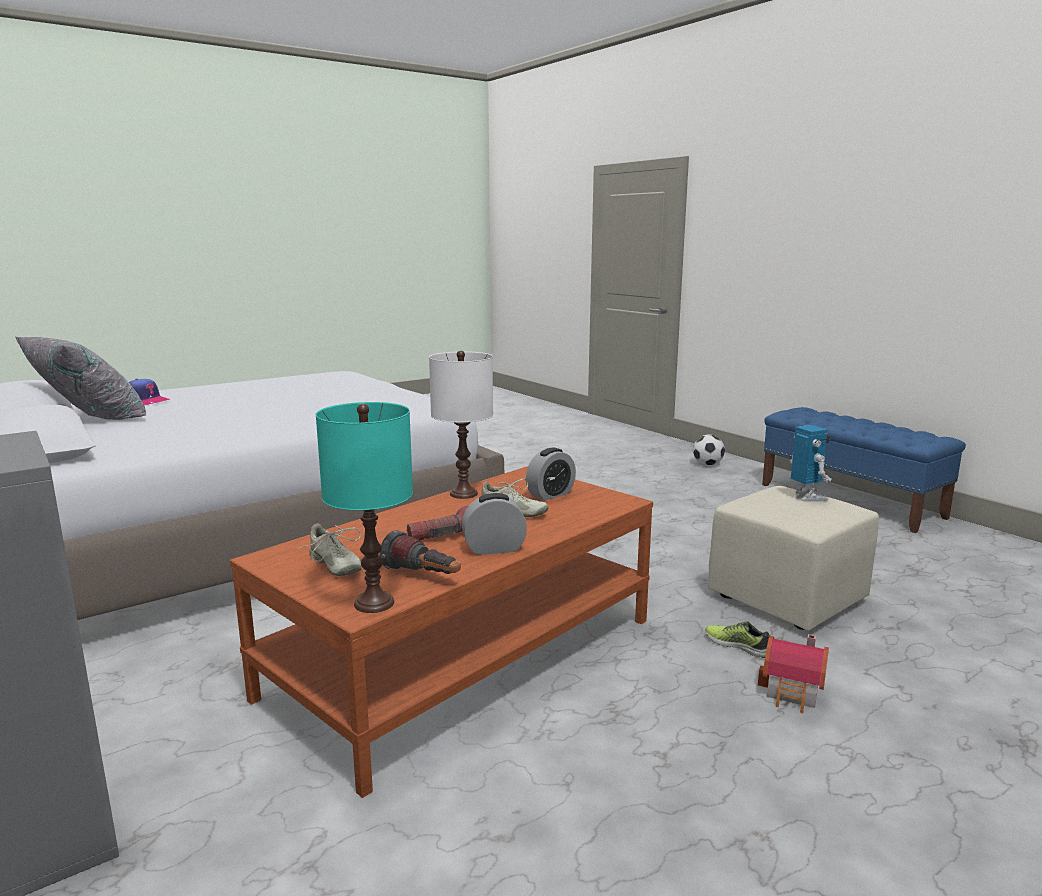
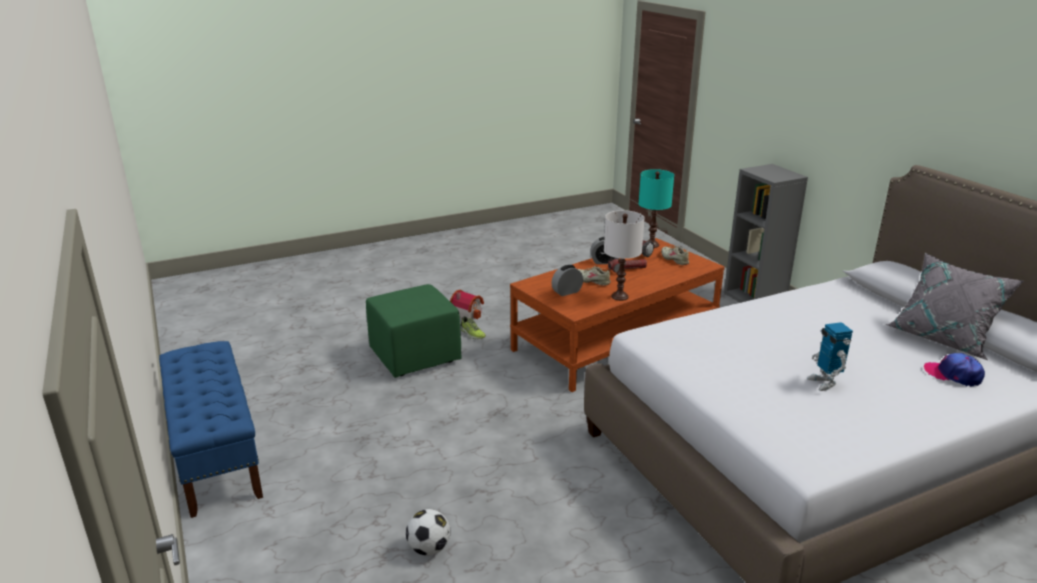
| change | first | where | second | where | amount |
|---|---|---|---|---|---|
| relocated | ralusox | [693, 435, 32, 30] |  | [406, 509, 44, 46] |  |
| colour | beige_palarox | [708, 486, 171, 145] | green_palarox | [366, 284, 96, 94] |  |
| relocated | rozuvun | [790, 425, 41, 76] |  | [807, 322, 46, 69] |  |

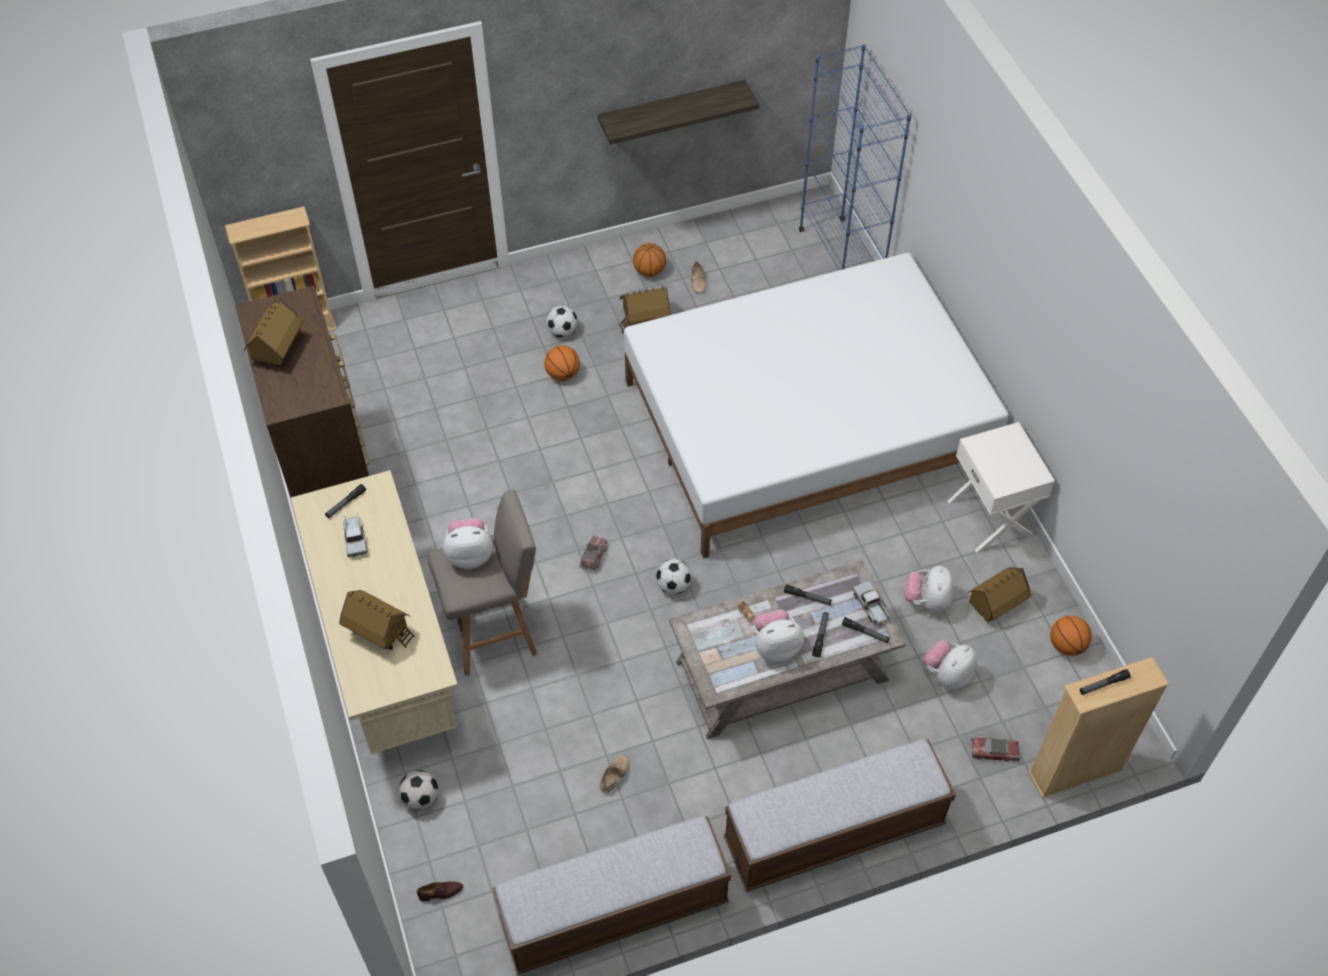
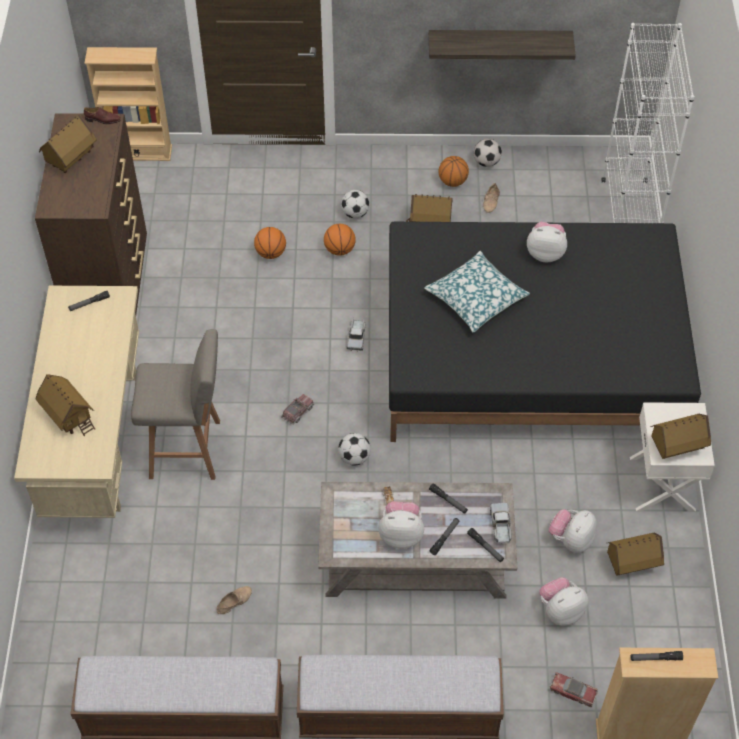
| change | first | where | second | where | amount |
|---|---|---|---|---|---|
| relocated | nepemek | [343, 514, 25, 44] |  | [347, 318, 18, 33] |  |
| relocated | ralusox | [399, 770, 39, 40] |  | [474, 139, 28, 28] |  |
| relocated | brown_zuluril | [417, 882, 46, 19] |  | [84, 107, 37, 17] |  |
| relocated | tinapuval | [443, 518, 50, 51] |  | [527, 222, 40, 40] |  |
| colour | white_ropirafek | [624, 253, 385, 306] | black_ropirafek | [389, 222, 312, 220] |  |
| colour | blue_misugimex | [799, 44, 113, 226] | white_misugimex | [601, 23, 93, 200] |  |
| relocated | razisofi | [1050, 616, 42, 40] |  | [254, 227, 32, 32] |  |
| appeared |  |  | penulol | [424, 251, 106, 82] |  |
| appeared |  |  | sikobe | [650, 414, 61, 45] |  |

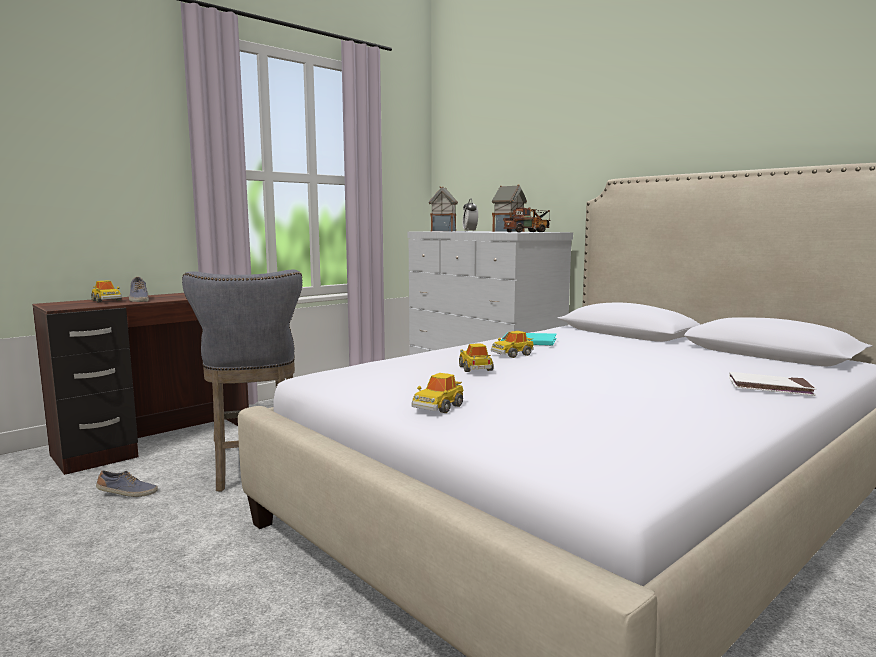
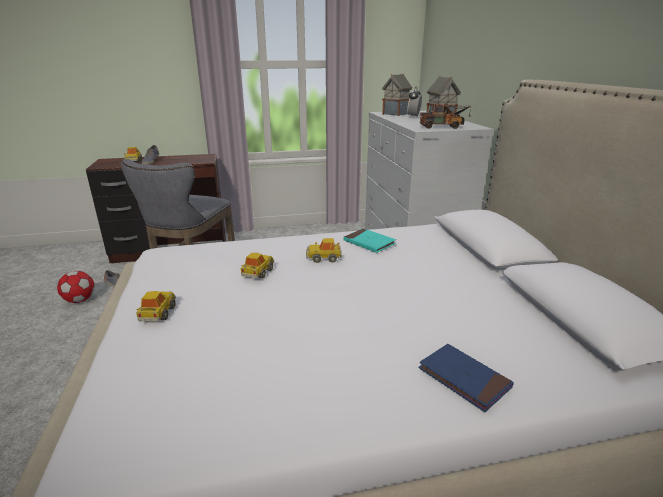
| change | first | where | second | where | amount |
|---|---|---|---|---|---|
| spun | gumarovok | [412, 373, 51, 40] |  | [136, 291, 40, 31] | 120 degrees clockwise |
| colour | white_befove | [729, 372, 87, 24] | blue_befove | [419, 344, 95, 68] |  |
| appeared |  |  | ralusox | [57, 271, 37, 32] |  |

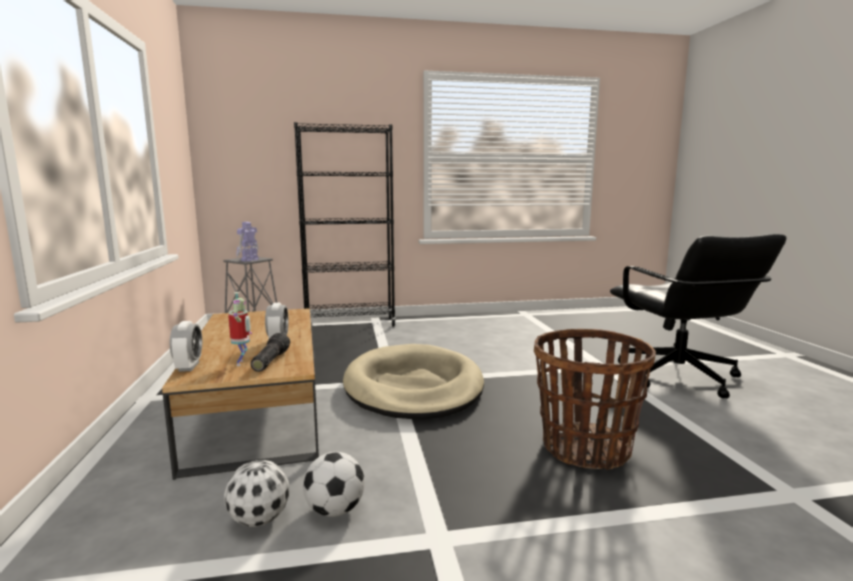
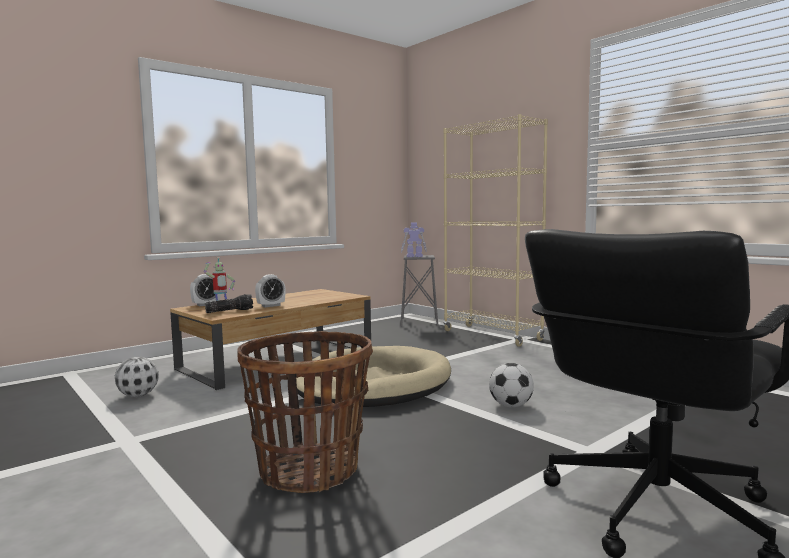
| change | first | where | second | where | amount |
|---|---|---|---|---|---|
| colour | black_misugimex | [294, 122, 102, 205] | beige_misugimex | [443, 114, 105, 233] |  |
| relocated | ralusox | [303, 452, 62, 65] |  | [489, 363, 45, 44] |  |

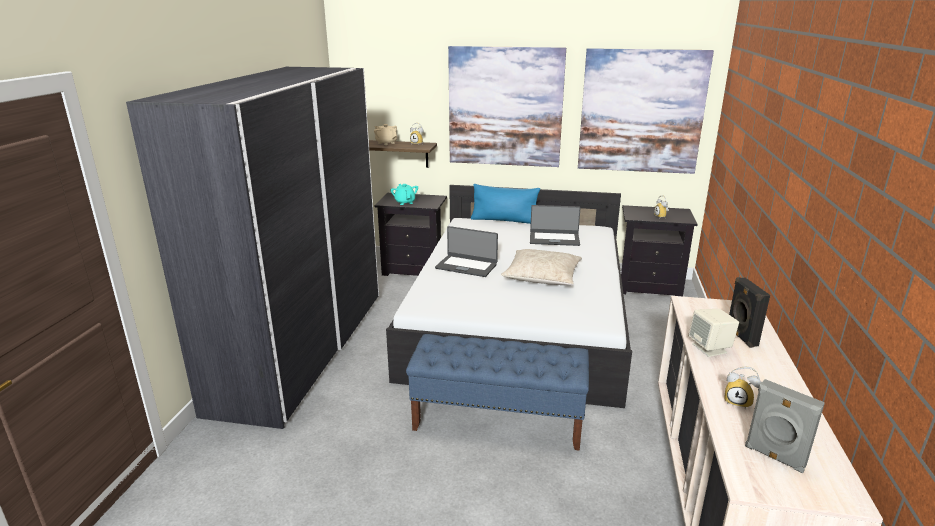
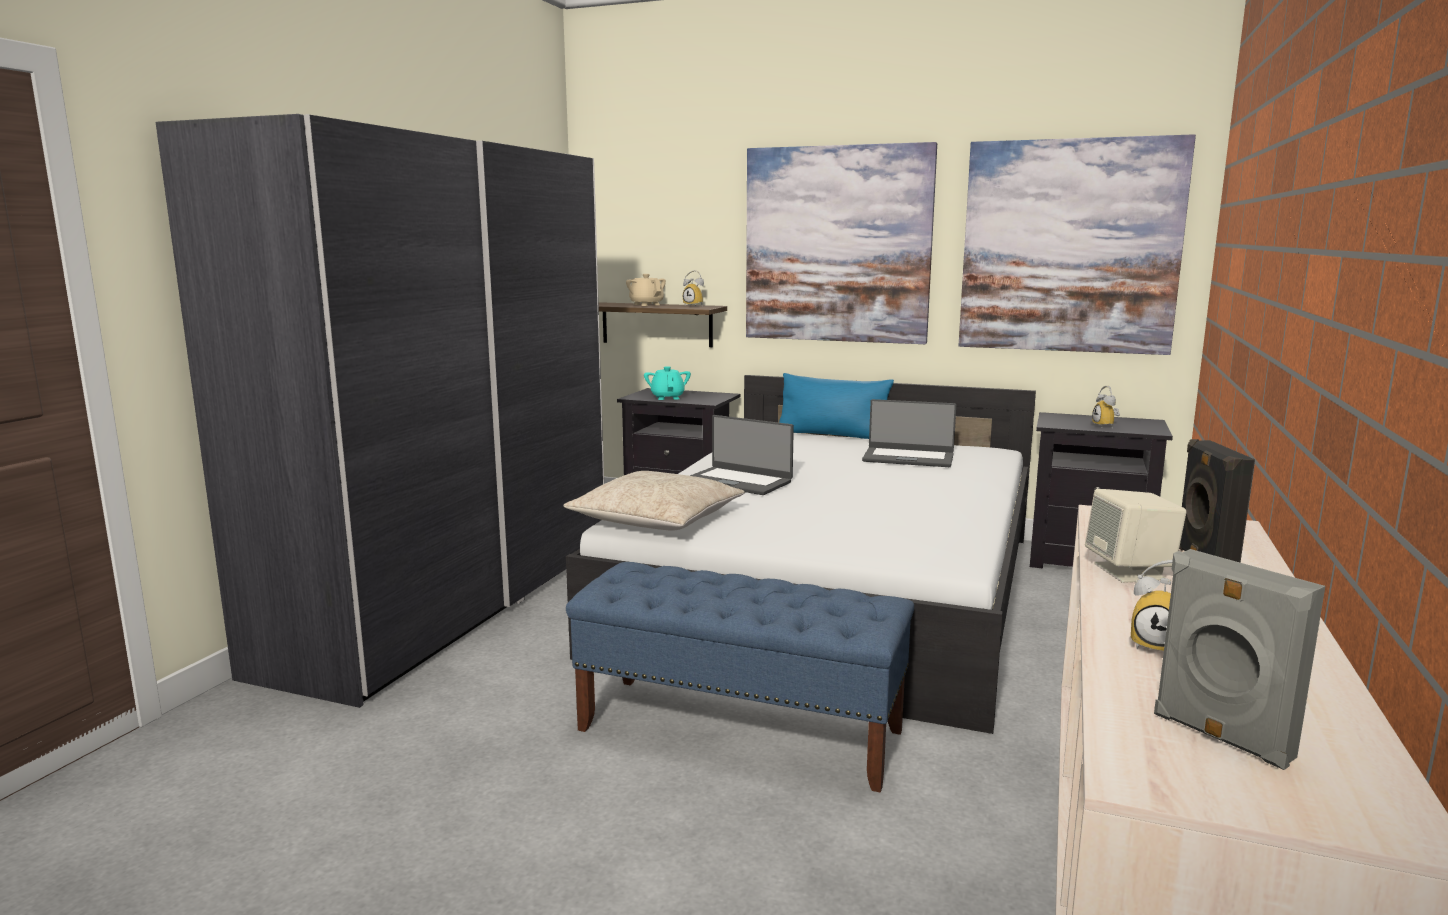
| change | first | where | second | where | amount |
|---|---|---|---|---|---|
| relocated | beige_penulol | [501, 249, 81, 36] |  | [563, 471, 182, 60] |  |

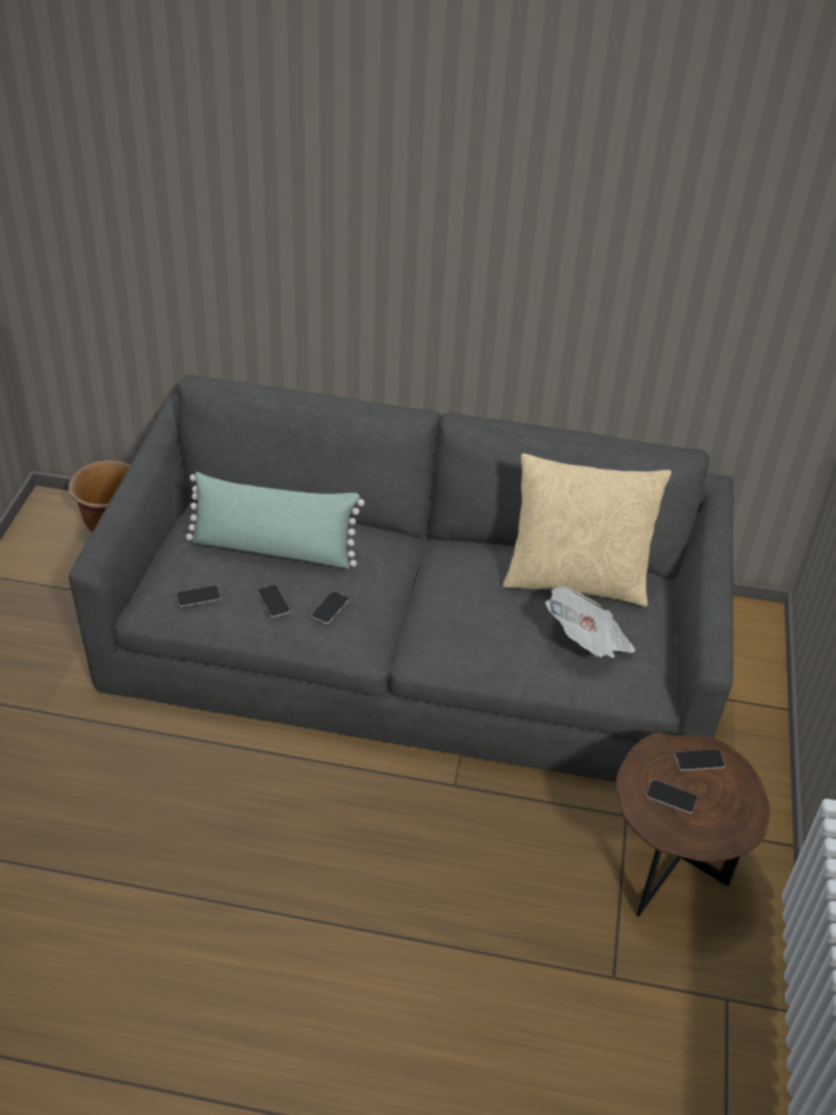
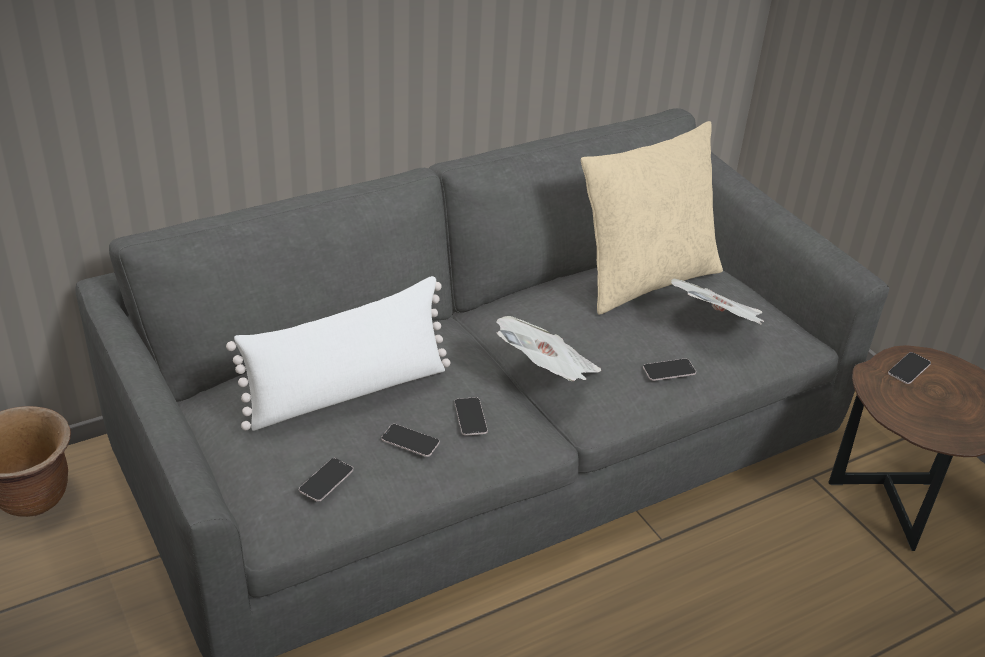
| change | first | where | second | where | amount |
|---|---|---|---|---|---|
| colour | green_penulol | [186, 472, 179, 97] | white_penulol | [226, 276, 224, 155] |  |
| relocated | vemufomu | [646, 780, 52, 33] |  | [643, 359, 53, 22] |  |
| appeared |  |  | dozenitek | [497, 316, 104, 66] |  |

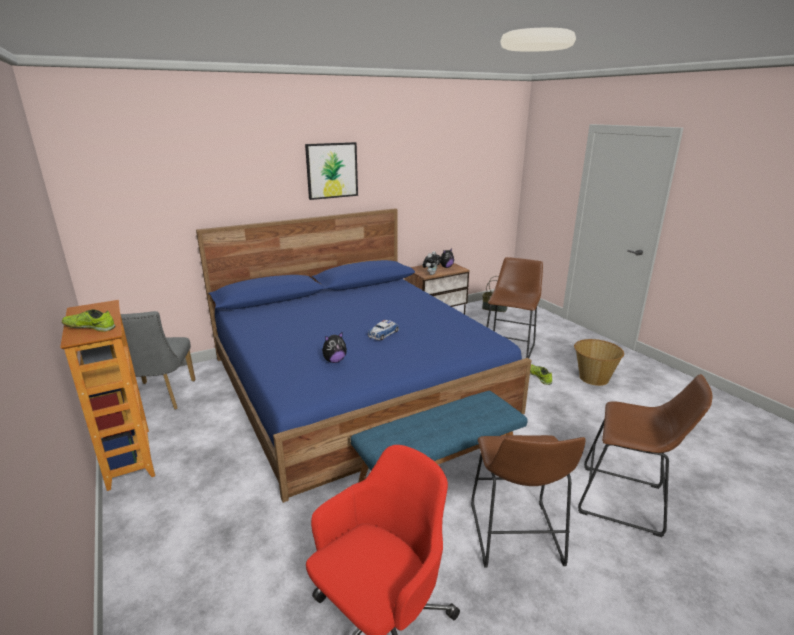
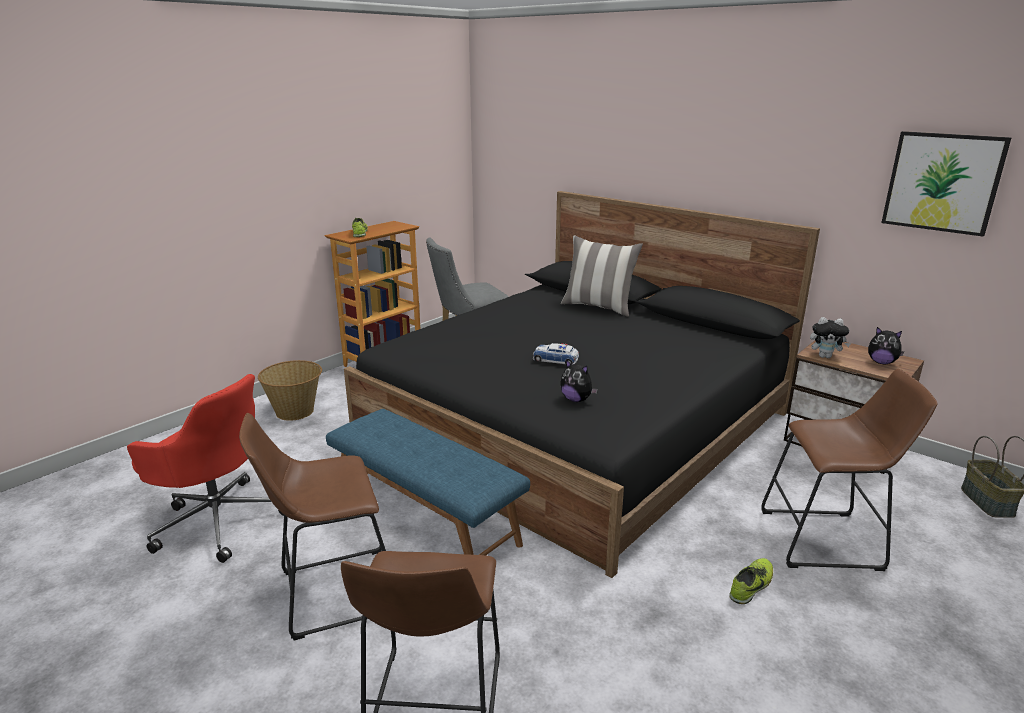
| change | first | where | second | where | amount |
|---|---|---|---|---|---|
| colour | blue_ropirafek | [196, 208, 335, 295] | black_ropirafek | [344, 191, 476, 387] |  |
| relocated | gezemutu | [305, 142, 53, 58] |  | [881, 131, 131, 105] |  |
| relocated | tinapuval | [322, 332, 25, 31] |  | [560, 360, 38, 42] |  |
| relocated | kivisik | [574, 339, 50, 47] |  | [258, 360, 64, 61] |  |
| appeared |  |  | penulol | [561, 235, 82, 82] |  |

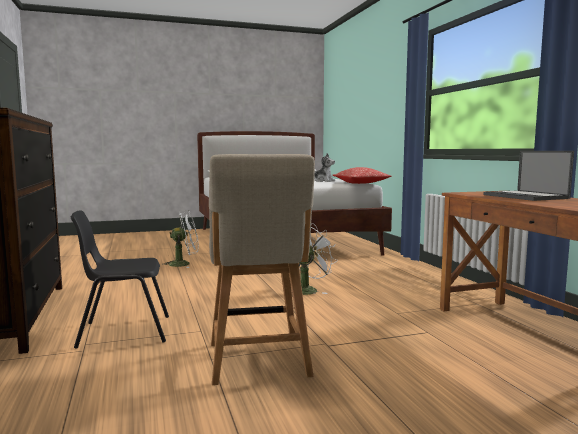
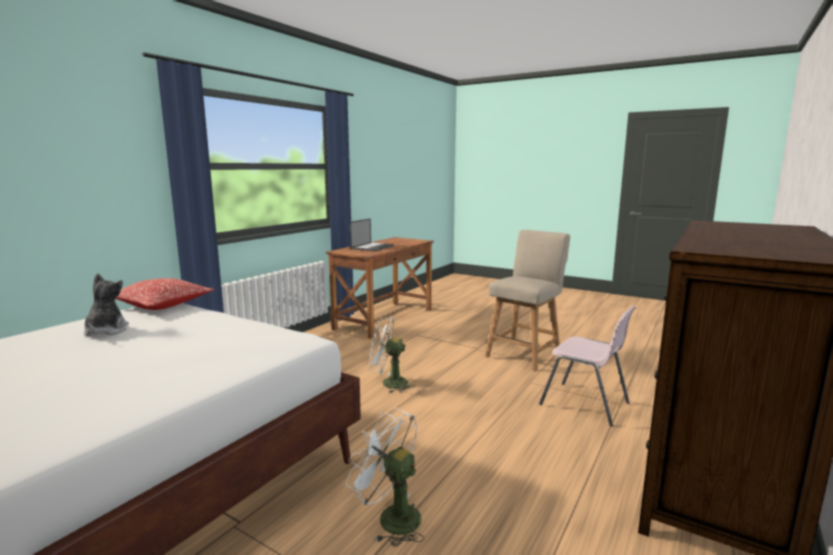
| change | first | where | second | where | amount |
|---|---|---|---|---|---|
| colour | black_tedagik | [71, 210, 98, 139] | pink_tedagik | [539, 306, 97, 120] |  |

